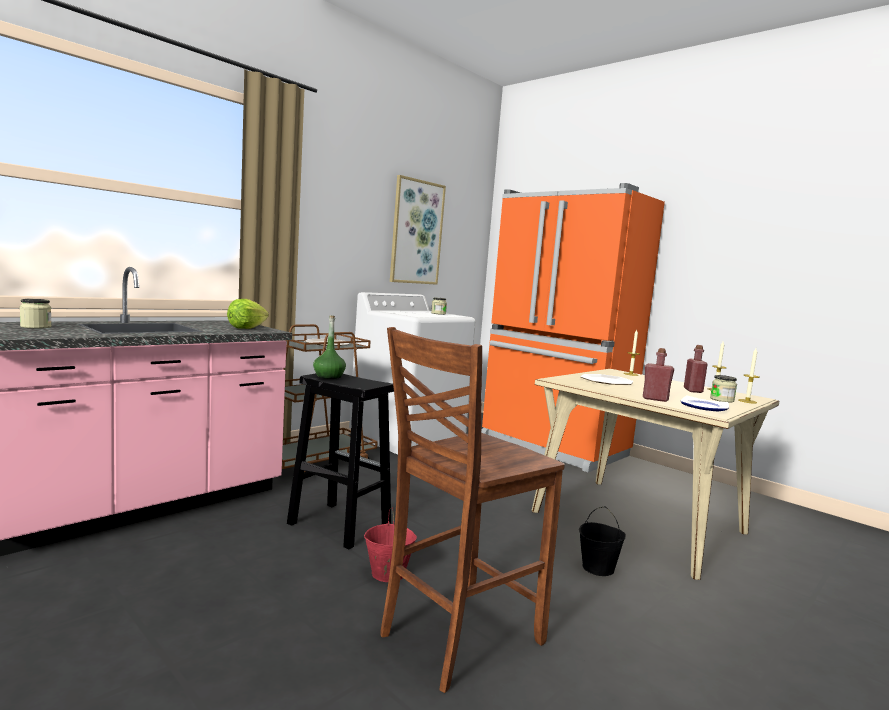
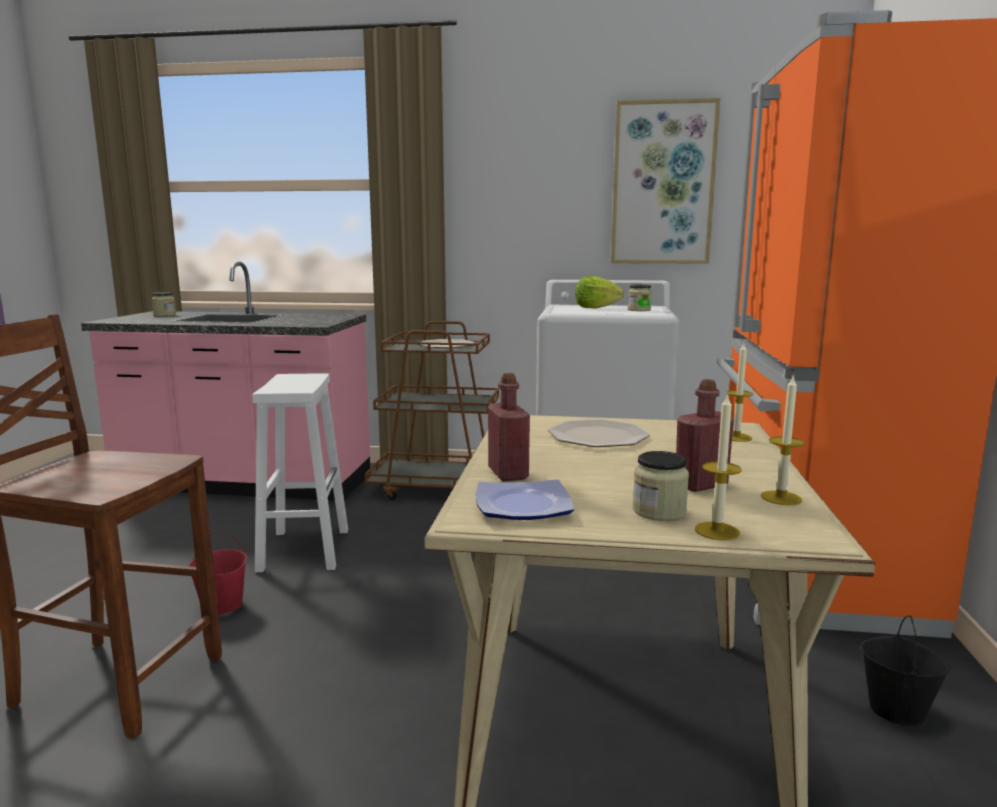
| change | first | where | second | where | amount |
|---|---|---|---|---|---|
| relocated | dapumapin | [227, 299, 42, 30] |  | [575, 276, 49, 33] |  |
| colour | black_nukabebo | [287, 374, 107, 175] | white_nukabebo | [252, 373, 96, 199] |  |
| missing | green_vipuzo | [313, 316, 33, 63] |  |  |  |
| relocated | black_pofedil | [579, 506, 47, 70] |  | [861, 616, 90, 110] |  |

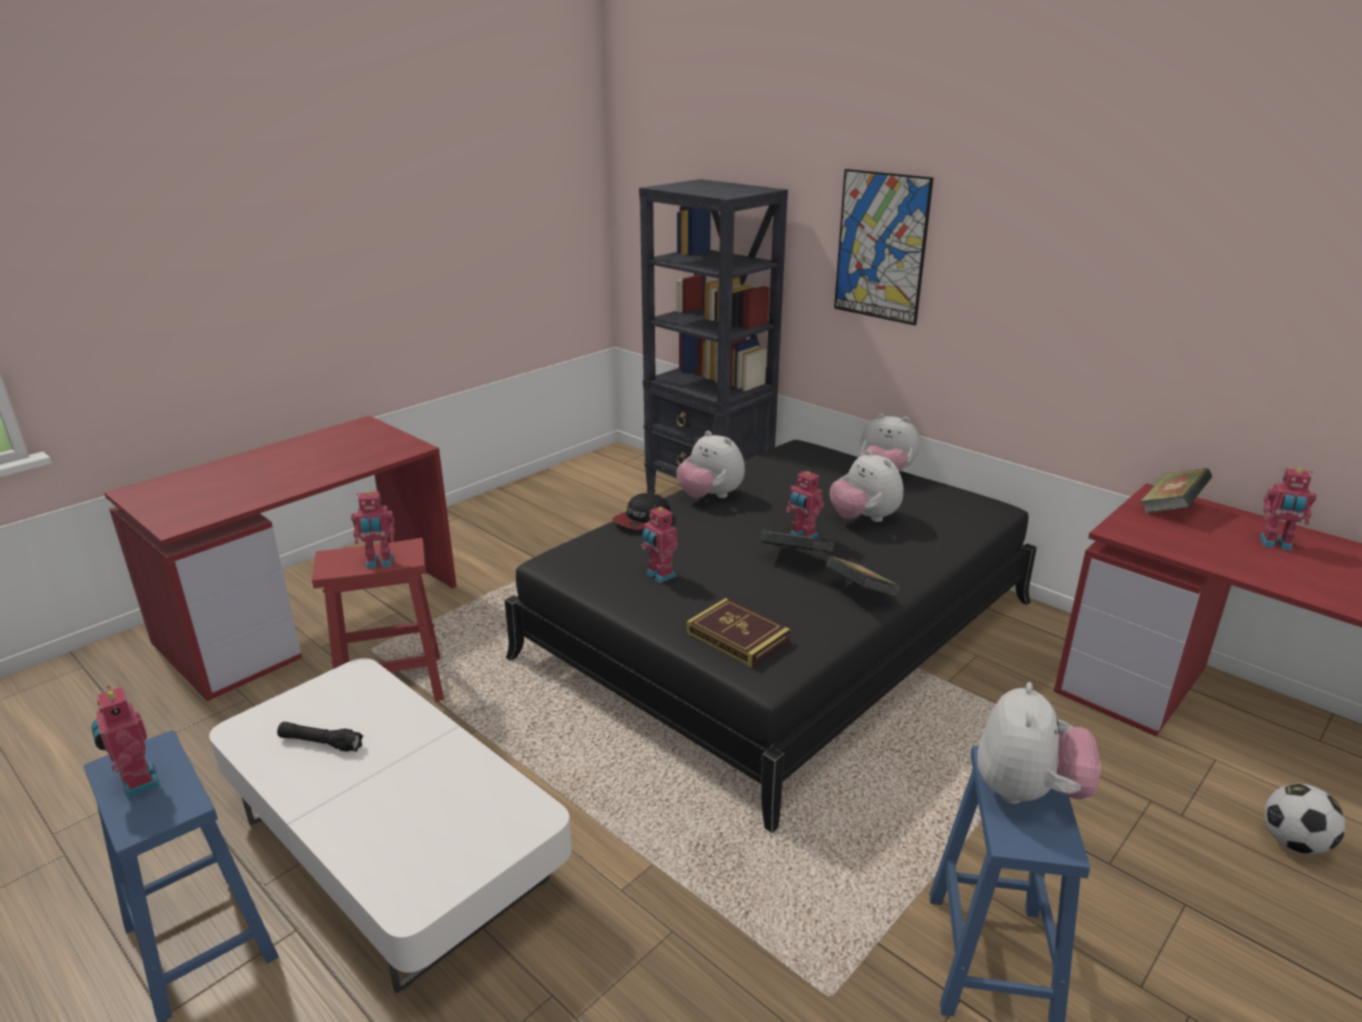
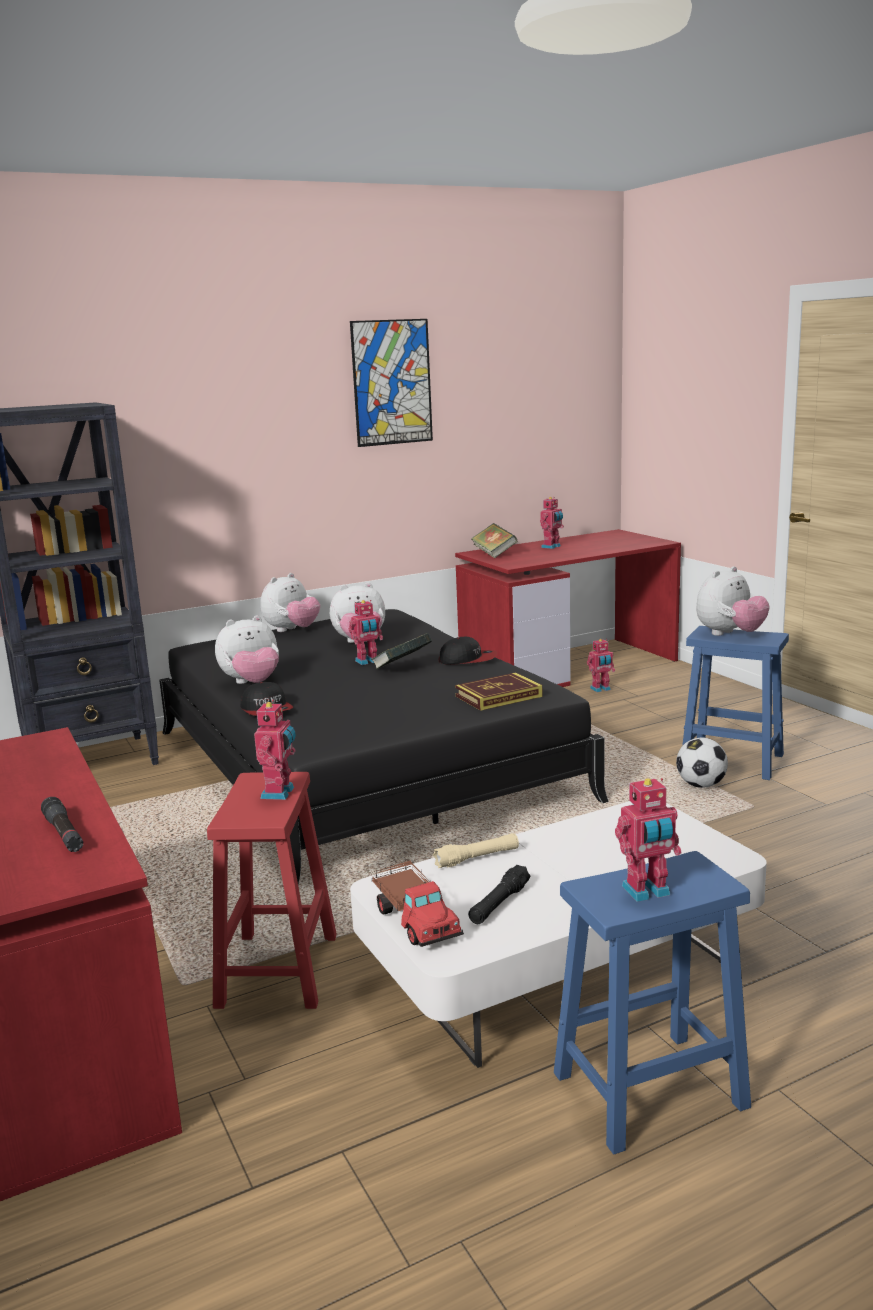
| change | first | where | second | where | amount |
|---|---|---|---|---|---|
| relocated | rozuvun | [641, 505, 37, 78] |  | [587, 639, 28, 53] |  |
| exchanged | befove | [826, 556, 75, 41] | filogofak | [439, 637, 58, 28] |  |
| relocated | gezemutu | [834, 169, 100, 156] |  | [350, 319, 83, 128] |  |
| spun | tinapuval | [977, 682, 124, 122] |  | [696, 566, 74, 70] | 105 degrees clockwise |
| relocated | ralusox | [1265, 784, 80, 70] |  | [676, 737, 52, 51] |  |
| appeared |  |  | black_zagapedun | [41, 797, 42, 55] |  |
| appeared |  |  | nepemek | [371, 860, 93, 87] |  |
| appeared |  |  | beige_zagapedun | [433, 833, 86, 35] |  |

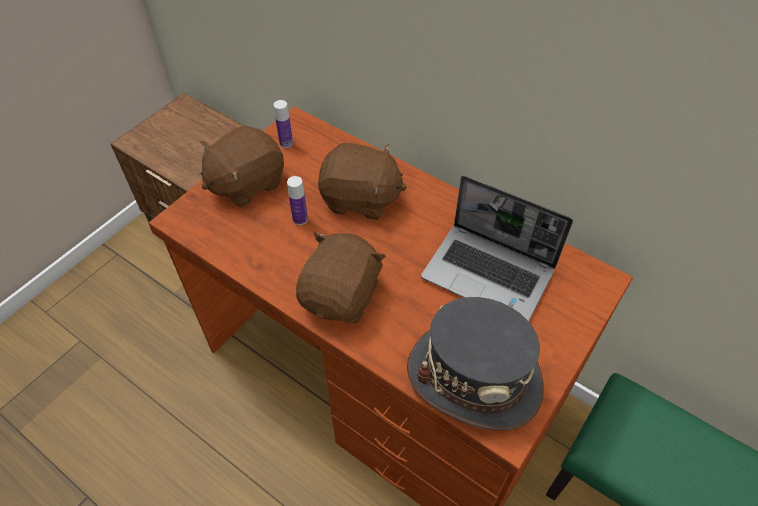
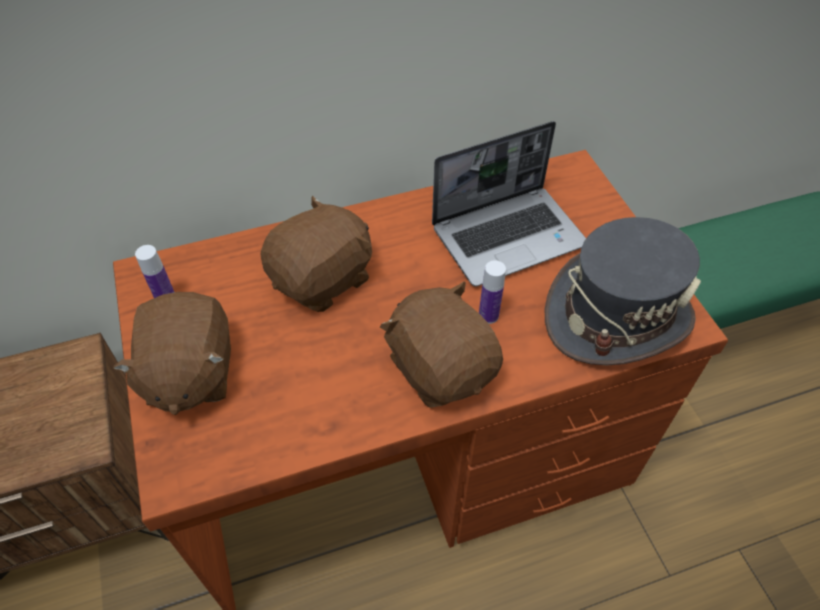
| change | first | where | second | where | amount |
|---|---|---|---|---|---|
| relocated | vipuzo | [287, 176, 21, 49] |  | [479, 260, 27, 64] |  |

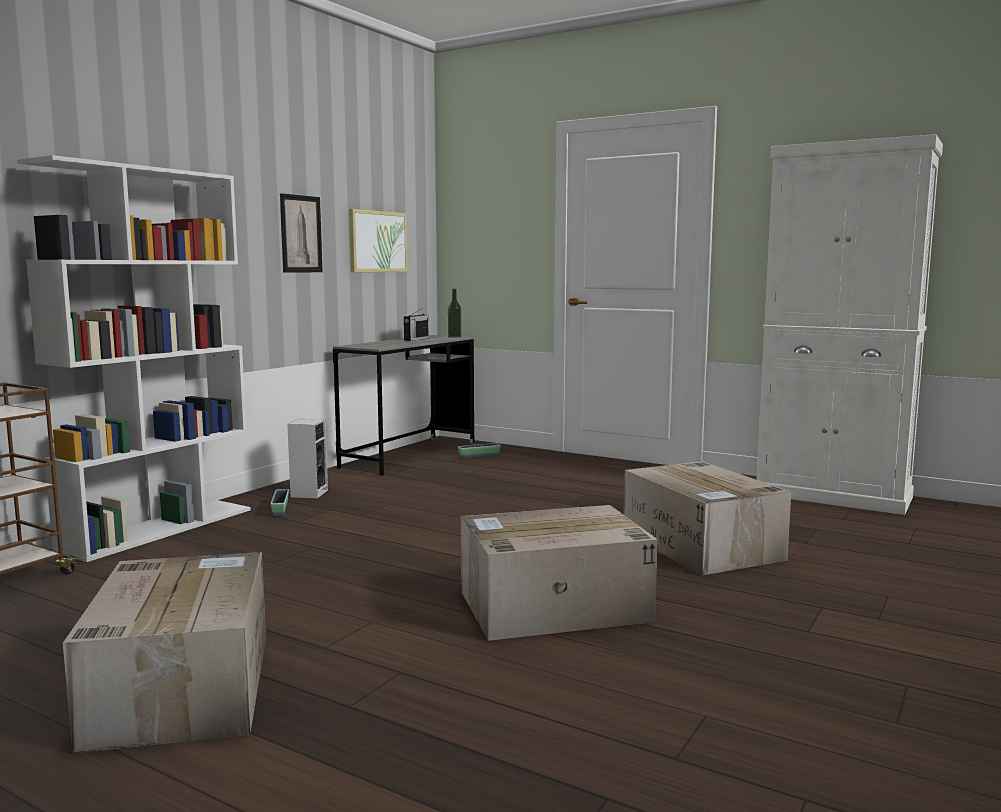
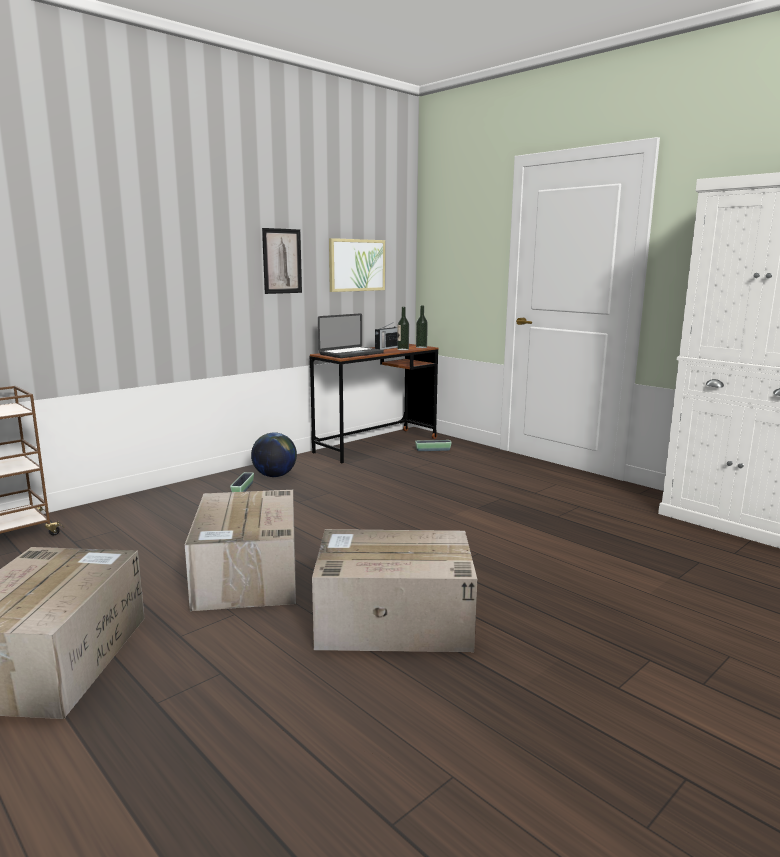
| change | first | where | second | where | amount |
|---|---|---|---|---|---|
| missing | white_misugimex | [17, 155, 234, 407] |  |  |  |
| exchanged | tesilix | [287, 419, 41, 79] | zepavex | [251, 432, 46, 45] |  |
| colour | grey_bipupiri | [333, 335, 142, 141] | brown_bipupiri | [310, 344, 128, 119] |  |
| relocated | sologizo | [624, 461, 167, 114] |  | [185, 490, 111, 121] |  |
| appeared |  |  | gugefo | [318, 313, 66, 45] |  |
| appeared |  |  | vipuzo | [397, 307, 12, 43] |  |

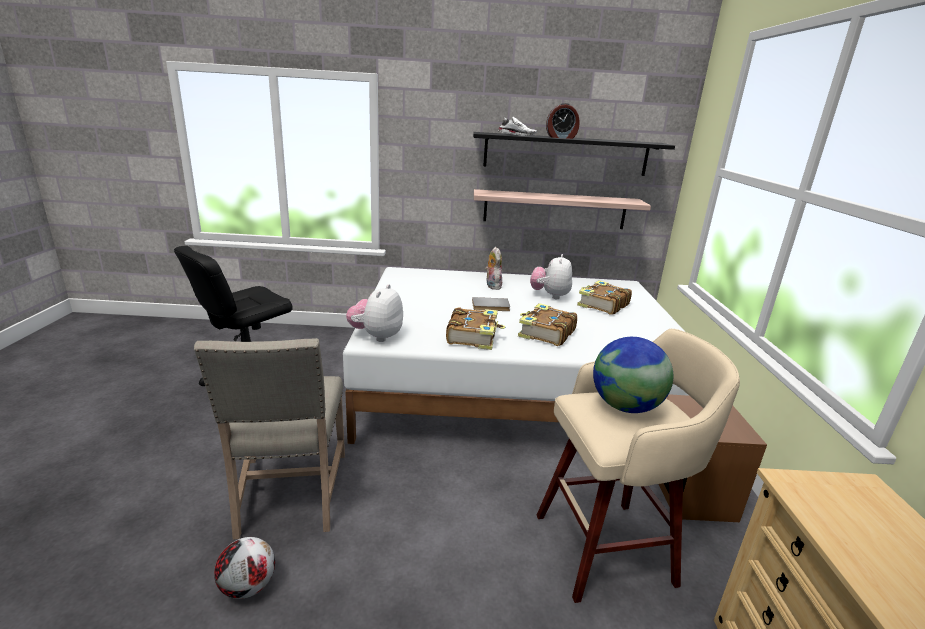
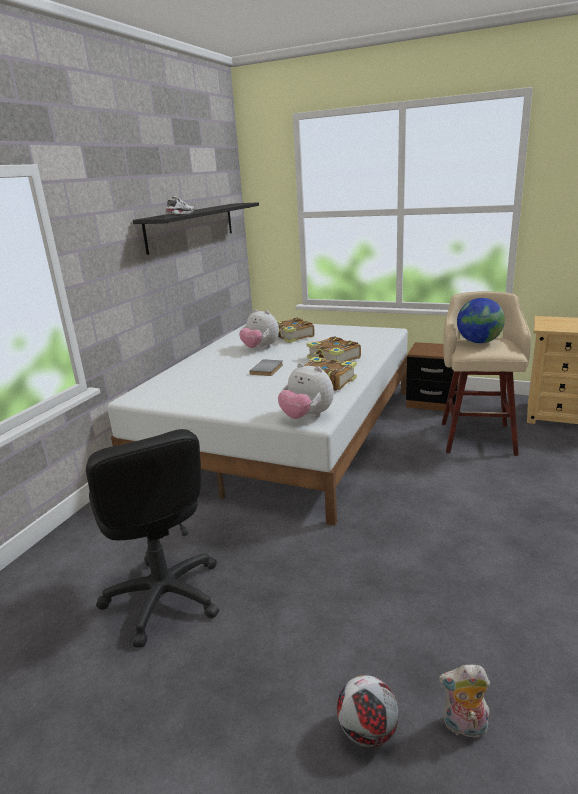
| change | first | where | second | where | amount |
|---|---|---|---|---|---|
| missing | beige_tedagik | [194, 338, 151, 201] |  |  |  |
| relocated | ralusox | [214, 537, 61, 62] |  | [337, 675, 62, 72] |  |
| missing | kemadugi | [474, 189, 177, 40] |  |  |  |
| relocated | tinapuval | [485, 247, 17, 43] |  | [439, 665, 51, 73] |  |
| missing | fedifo | [546, 103, 34, 36] |  |  |  |

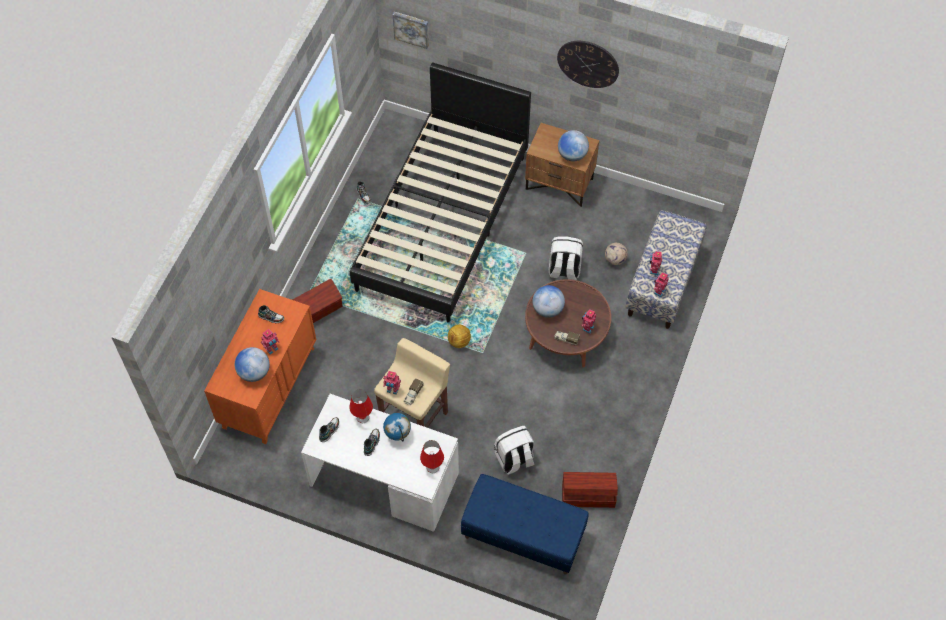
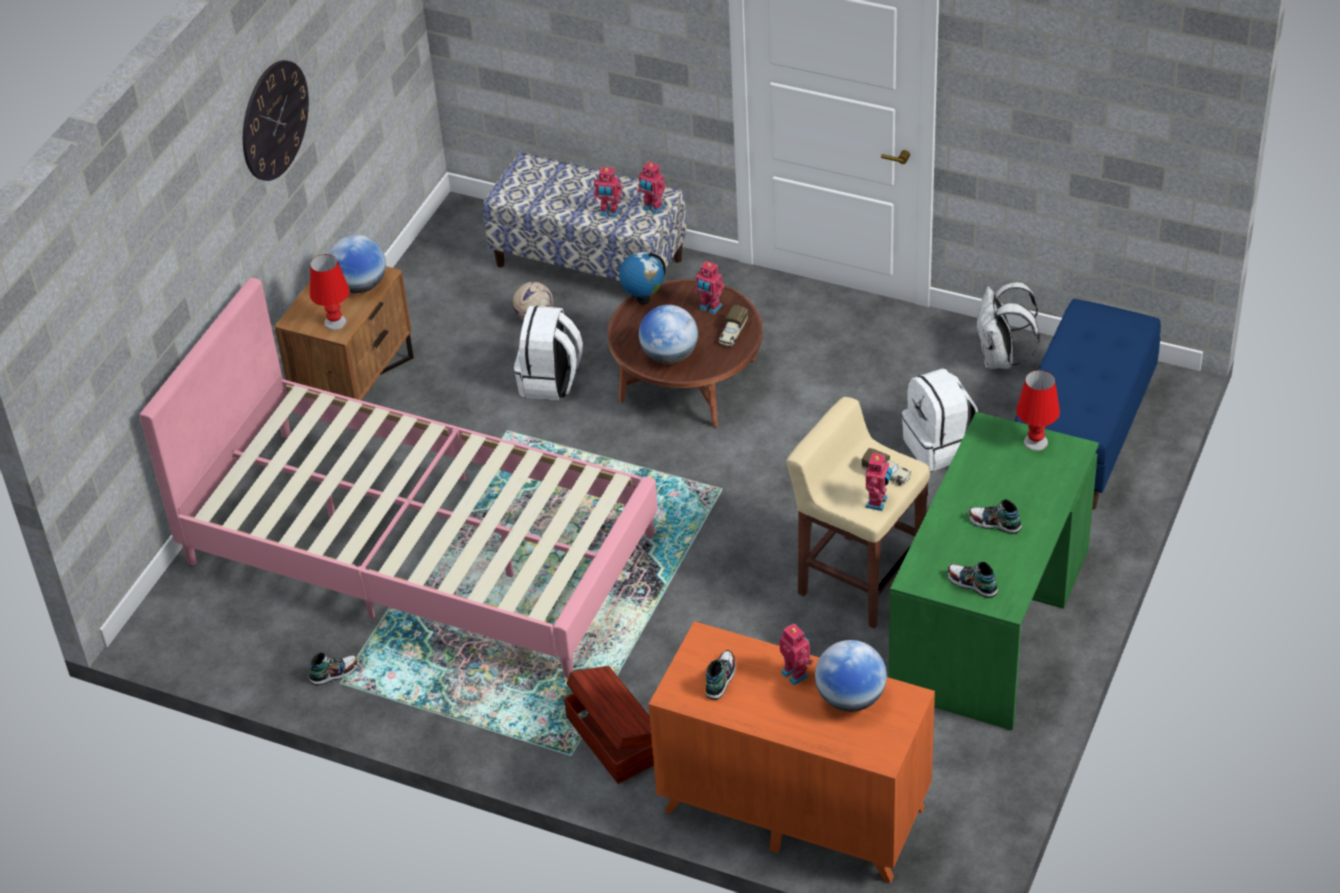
| change | first | where | second | where | amount |
|---|---|---|---|---|---|
| colour | white_bipupiri | [301, 394, 158, 138] | green_bipupiri | [889, 412, 210, 318] |  |
| relocated | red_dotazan | [349, 390, 24, 33] |  | [310, 254, 40, 76] |  |
| colour | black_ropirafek | [350, 62, 181, 260] | pink_ropirafek | [140, 278, 518, 400] |  |
| relocated | zepavex | [383, 413, 28, 28] |  | [619, 252, 47, 52] |  |
| missing | gezemutu | [393, 12, 36, 37] |  |  |  |
| missing | ralusox | [448, 325, 23, 23] |  |  |  |
| exchanged | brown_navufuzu | [562, 472, 56, 36] | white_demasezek | [976, 282, 64, 87] |  |

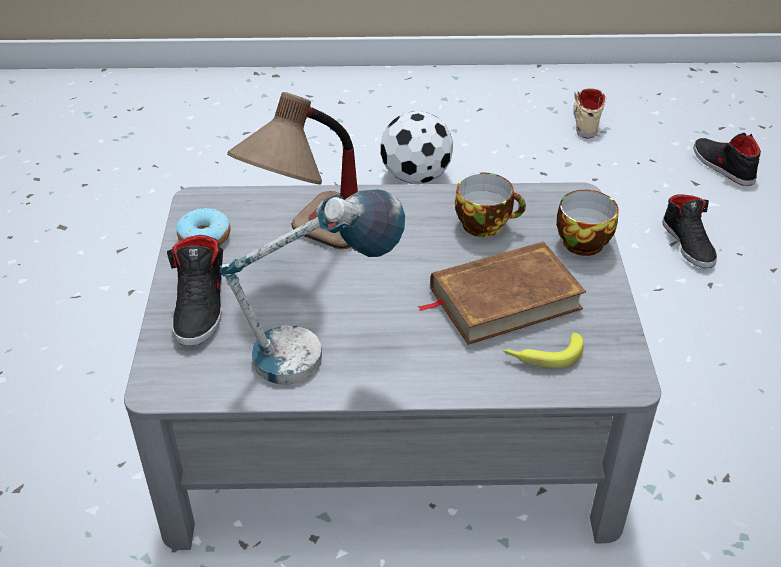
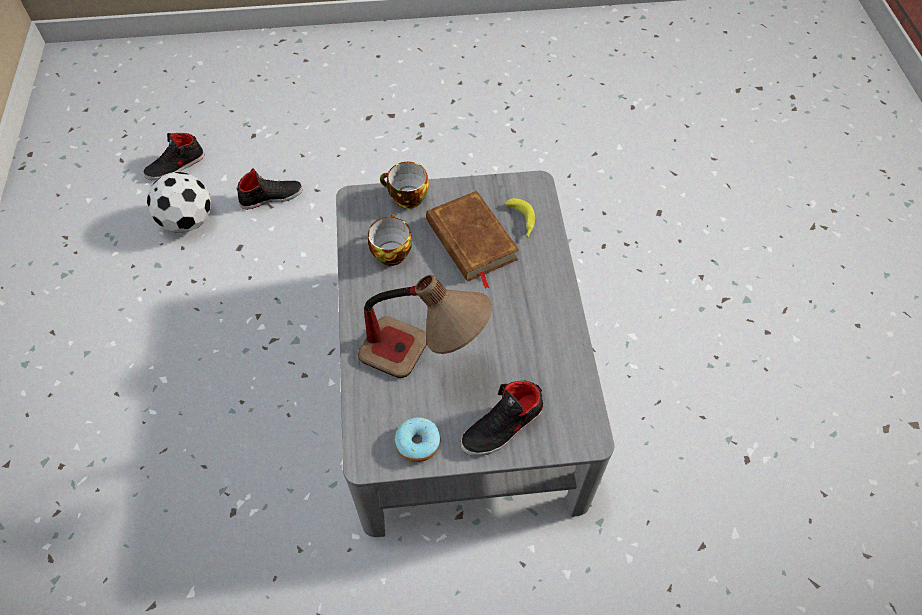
| change | first | where | second | where | amount |
|---|---|---|---|---|---|
| spun | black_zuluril | [167, 235, 56, 111] |  | [460, 381, 83, 75] | 150 degrees clockwise |
| missing | dotazan | [220, 189, 185, 195] |  |  |  |
| relocated | ralusox | [381, 111, 72, 73] |  | [147, 172, 64, 61] |  |
| missing | beige_zuluril | [573, 88, 35, 50] |  |  |  |

